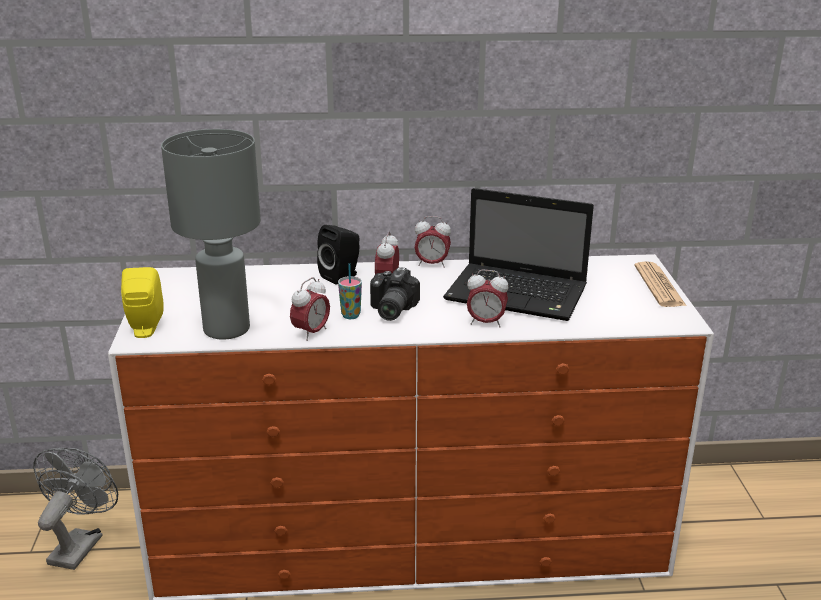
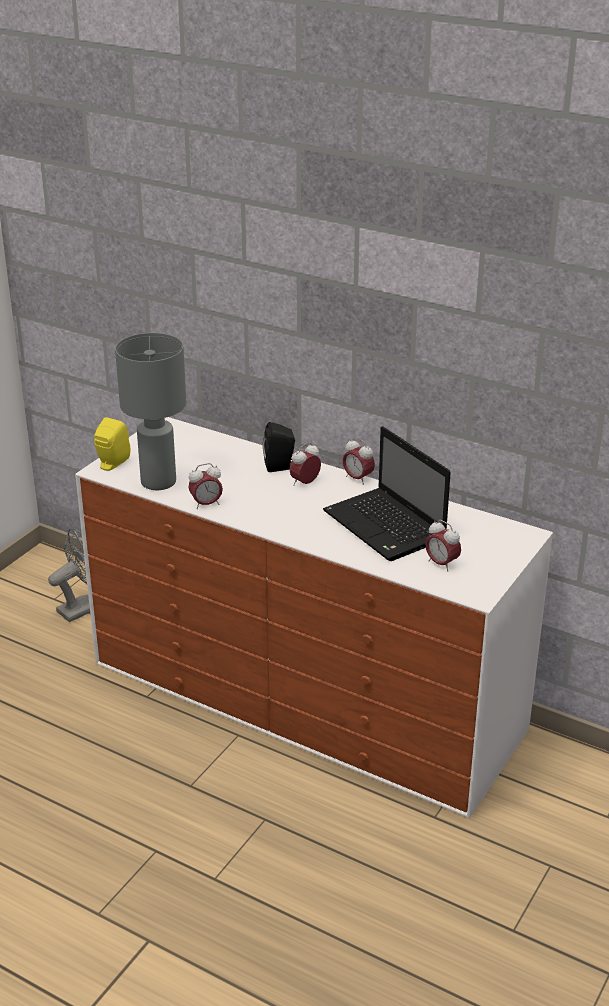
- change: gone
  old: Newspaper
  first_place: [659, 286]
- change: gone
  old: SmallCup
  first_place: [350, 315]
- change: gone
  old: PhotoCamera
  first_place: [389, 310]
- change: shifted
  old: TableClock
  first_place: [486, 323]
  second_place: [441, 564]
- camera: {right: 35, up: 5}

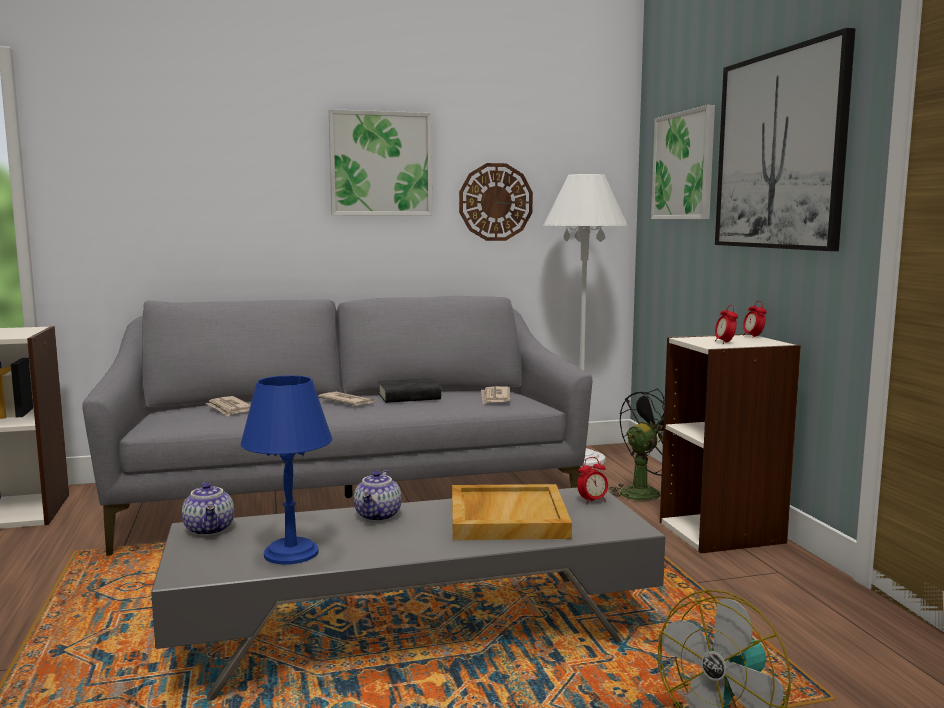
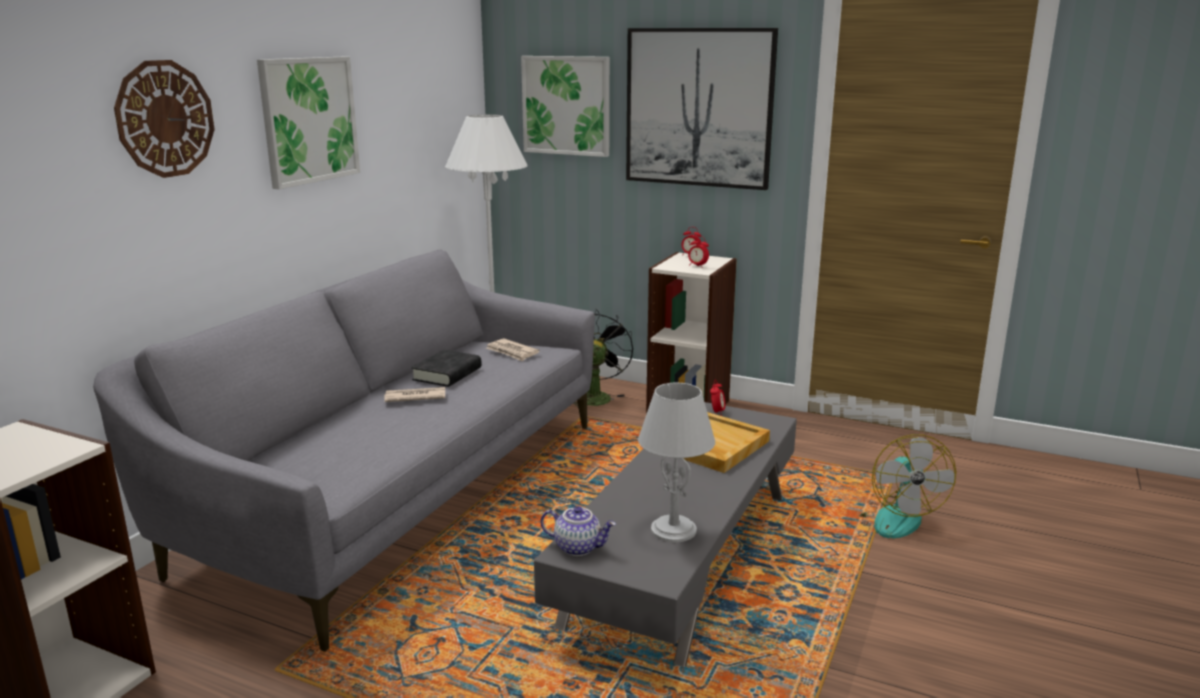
- change: shifted
  old: HangingClock
  first_place: [495, 202]
  second_place: [165, 119]
- change: repainted
  old: BlueTableLamp
  new: GrayTableLamp
  first_place: [290, 553]
  second_place: [673, 530]
- change: gone
  old: Newspaper
  first_place: [229, 409]
- change: gone
  old: TeaPot
  first_place: [379, 516]
- camera: {right: -50, up: 10}

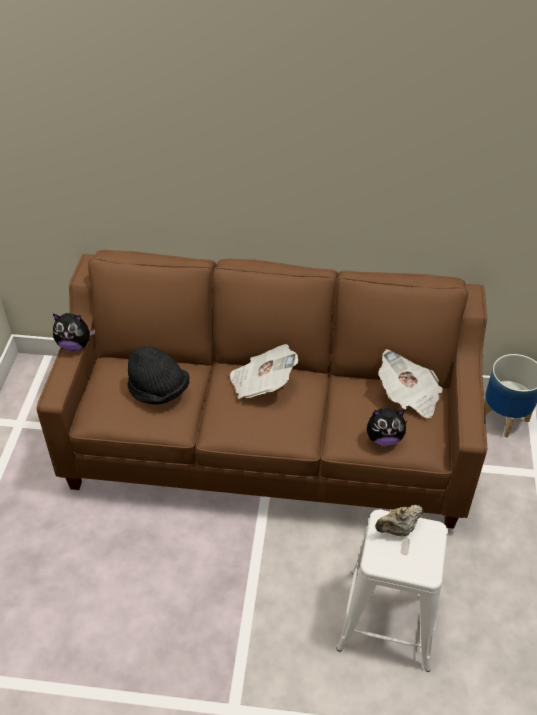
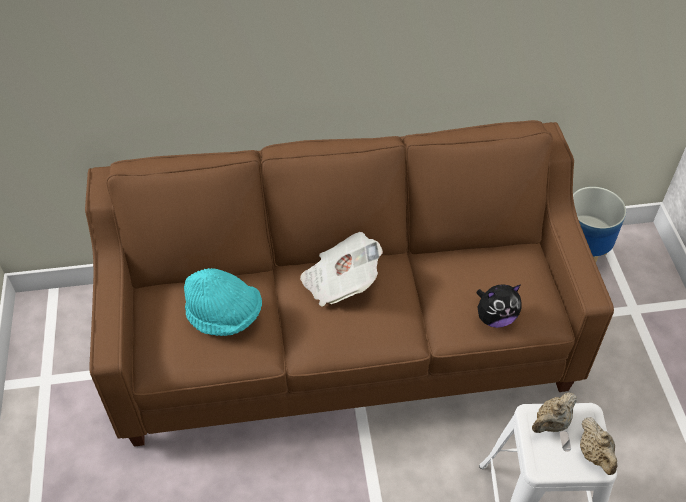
- change: gone
  old: CuddlyToy
  first_place: [75, 345]
- change: repainted
  old: BlackWearableHat
  new: TurquoiseColouredWearableHat
  first_place: [158, 391]
  second_place: [225, 316]
- change: gone
  old: Newspaper
  first_place: [409, 394]
- change: new
  new: BeigeColouredTeaPot
  second_place: [595, 455]
- camera: {right: -15, up: 5}

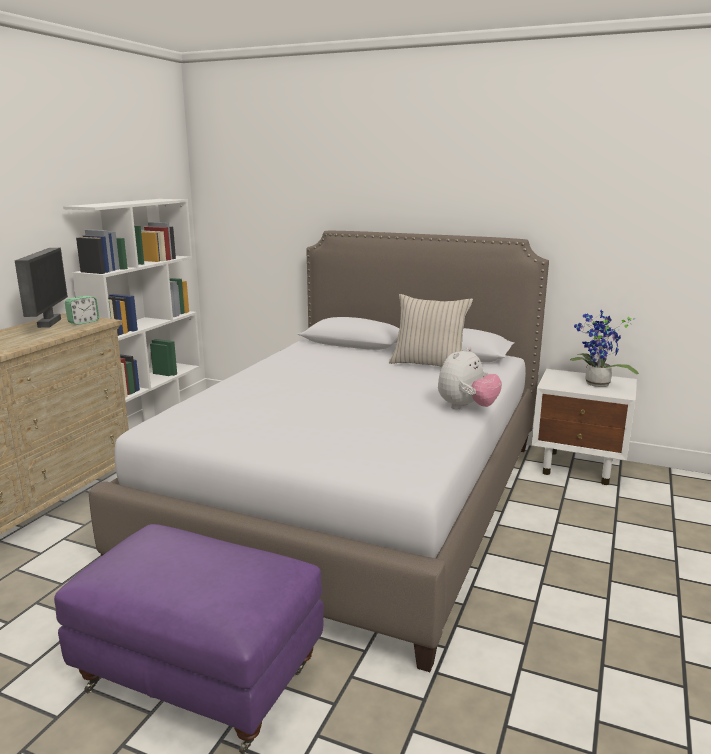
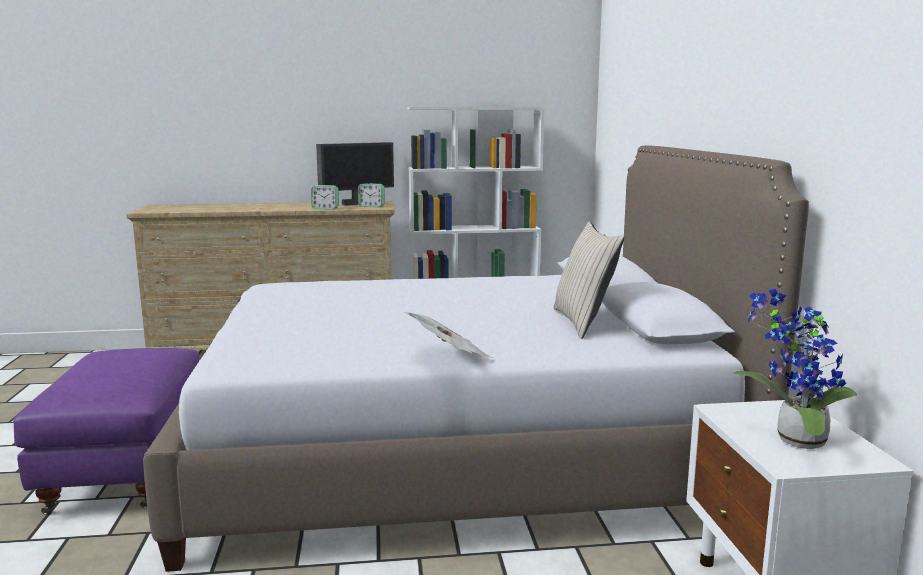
- change: swapped
  old: CuddlyToy
  new: Newspaper
  first_place: [466, 408]
  second_place: [449, 357]
- change: new
  new: TableClock
  second_place: [325, 208]
- camera: {right: 60, up: -5}

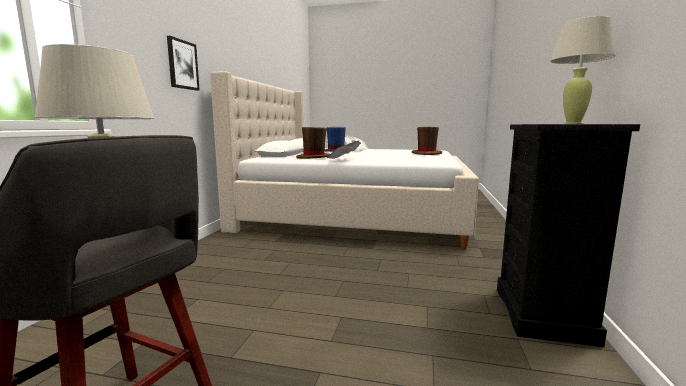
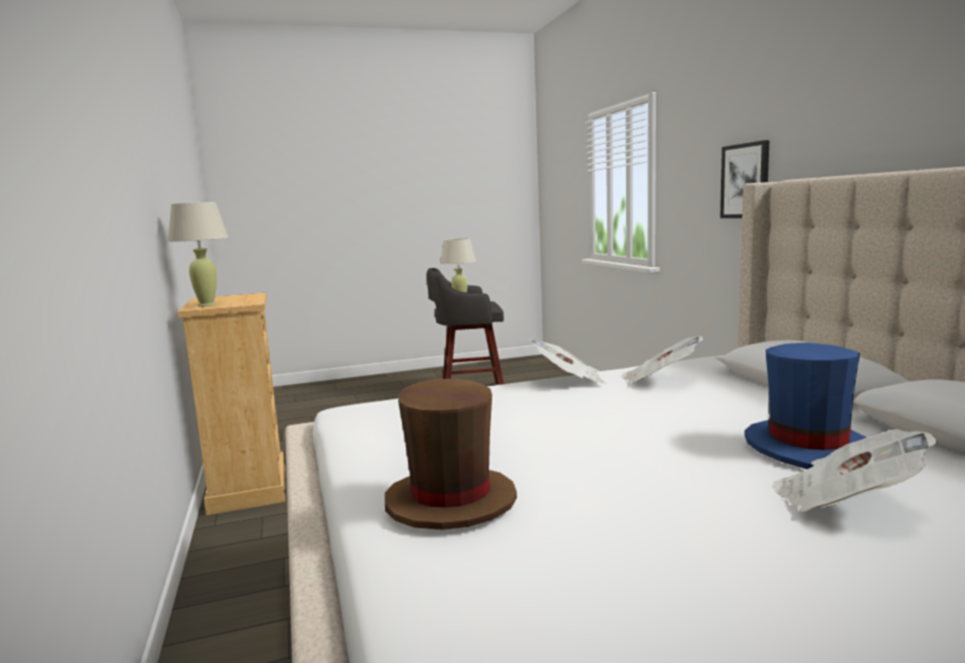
- change: repainted
  old: BlackDresser
  new: BeigeColouredDresser
  first_place: [543, 314]
  second_place: [248, 488]
- change: swapped
  old: BrownColouredWearableHat
  new: Newspaper
  first_place: [314, 157]
  second_place: [659, 380]
- camera: {right: 150, up: 0}

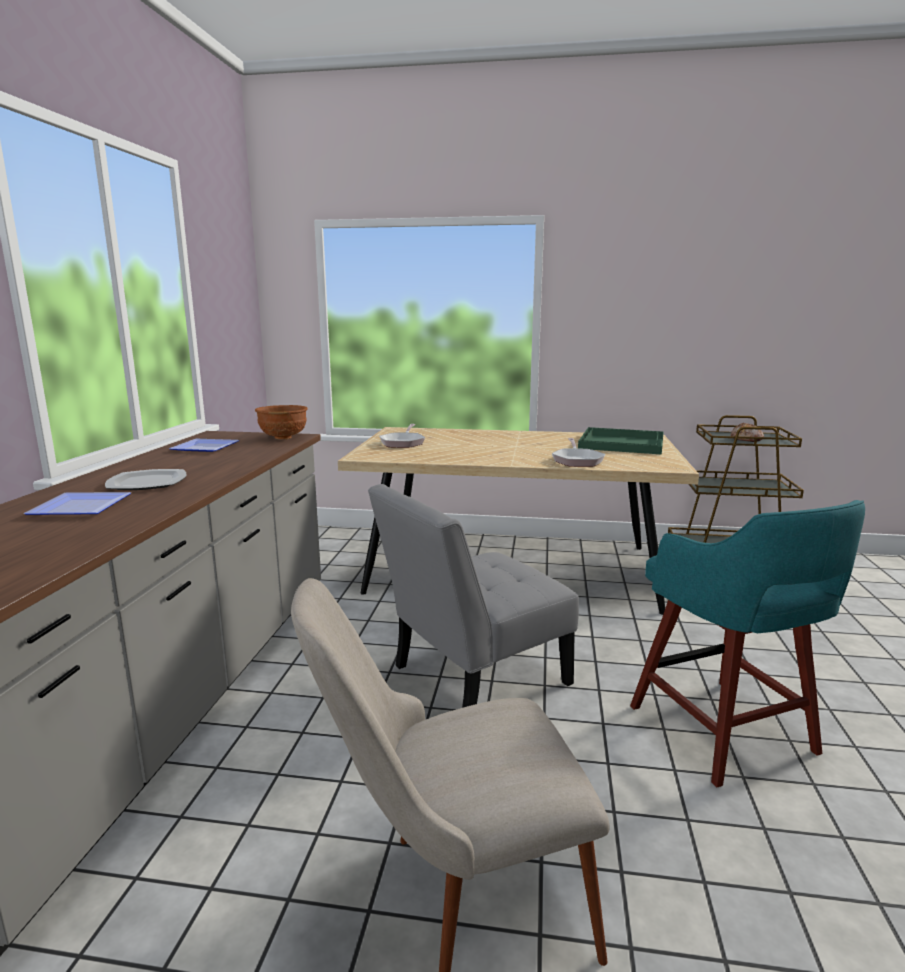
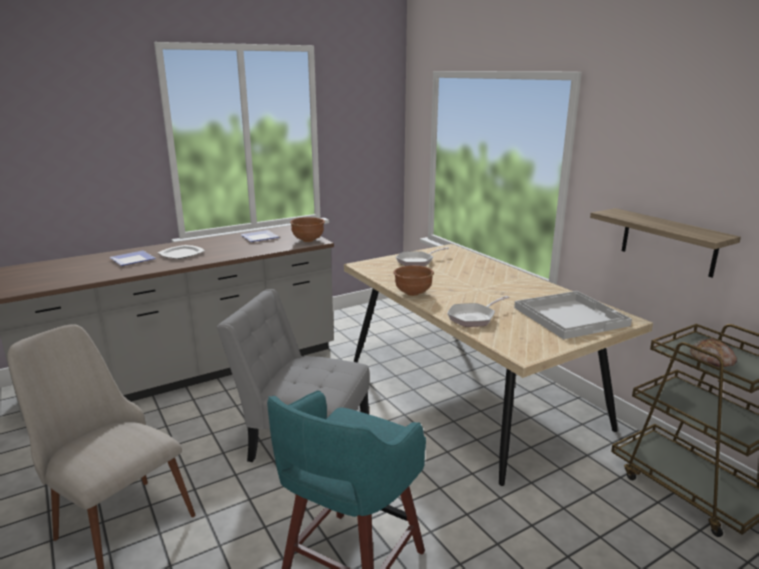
- change: repainted
  old: GreenServingTray
  new: WhitishServingTray
  first_place: [621, 443]
  second_place: [570, 316]
- change: new
  new: WallShelf
  second_place: [668, 242]
- change: new
  new: BrownColouredDeepDish
  second_place: [412, 293]
- camera: {right: 50, up: 5}

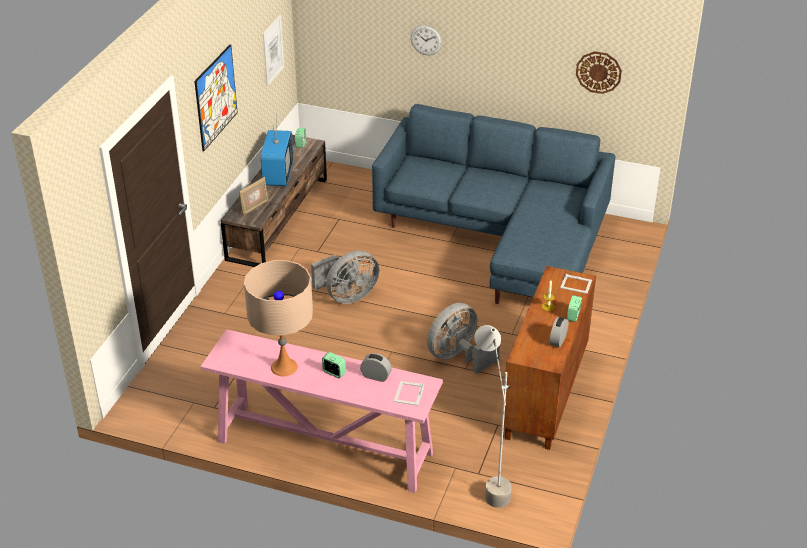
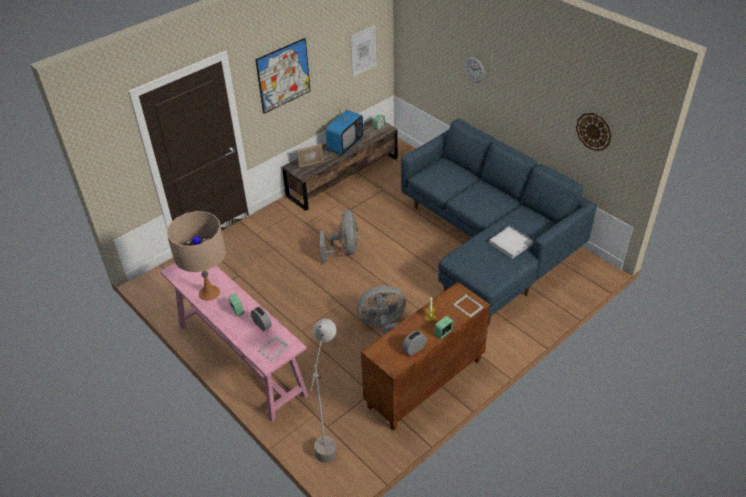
- change: rotated
  old: GrayFan
  first_place: [347, 296]
  second_place: [344, 250]
  degrees: -90
- change: new
  new: WhitishServingTray
  second_place: [510, 243]
- camera: {right: 30, up: 5}

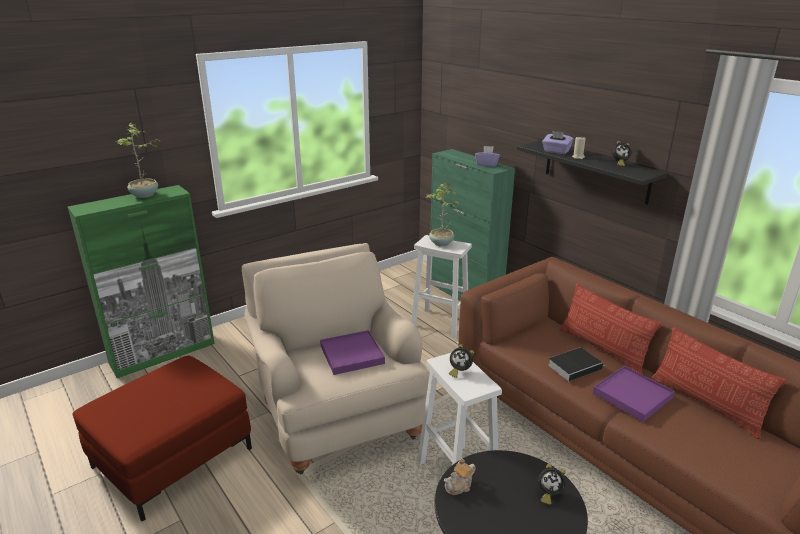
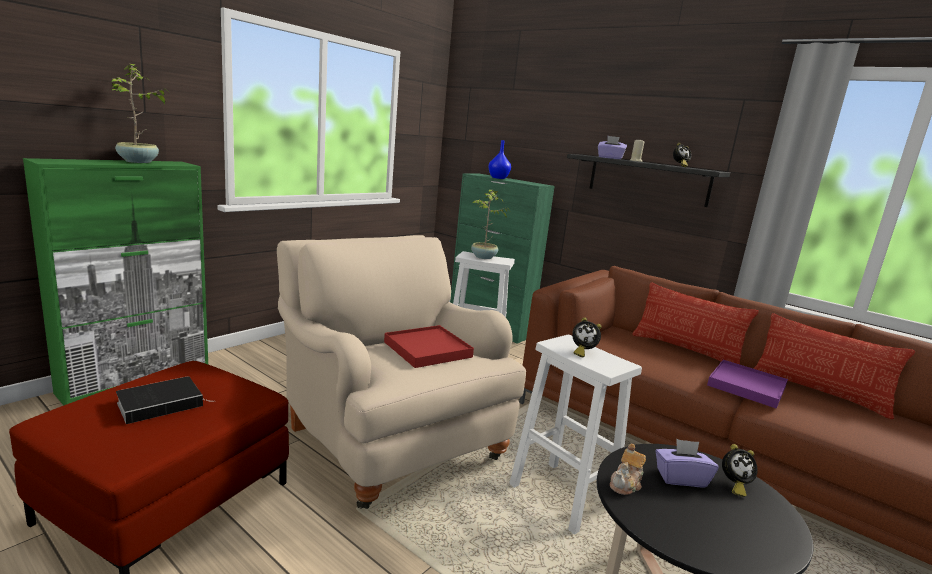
- change: shifted
  old: PurpleColouredTissueHolder
  first_place: [487, 164]
  second_place: [680, 478]
- change: repainted
  old: PurpleColouredServingTray
  new: RedColouredServingTray
  first_place: [352, 355]
  second_place: [427, 349]
- change: shifted
  old: Volume
  first_place: [575, 366]
  second_place: [162, 403]
- change: new
  new: BlueVase
  second_place: [498, 178]
- camera: {right: -15, up: -10}

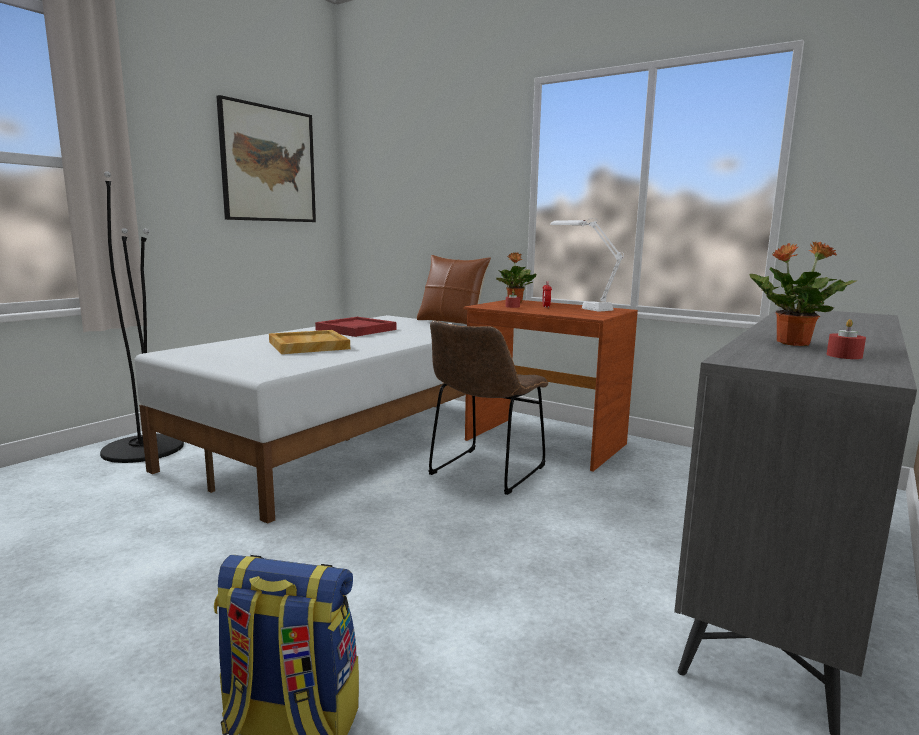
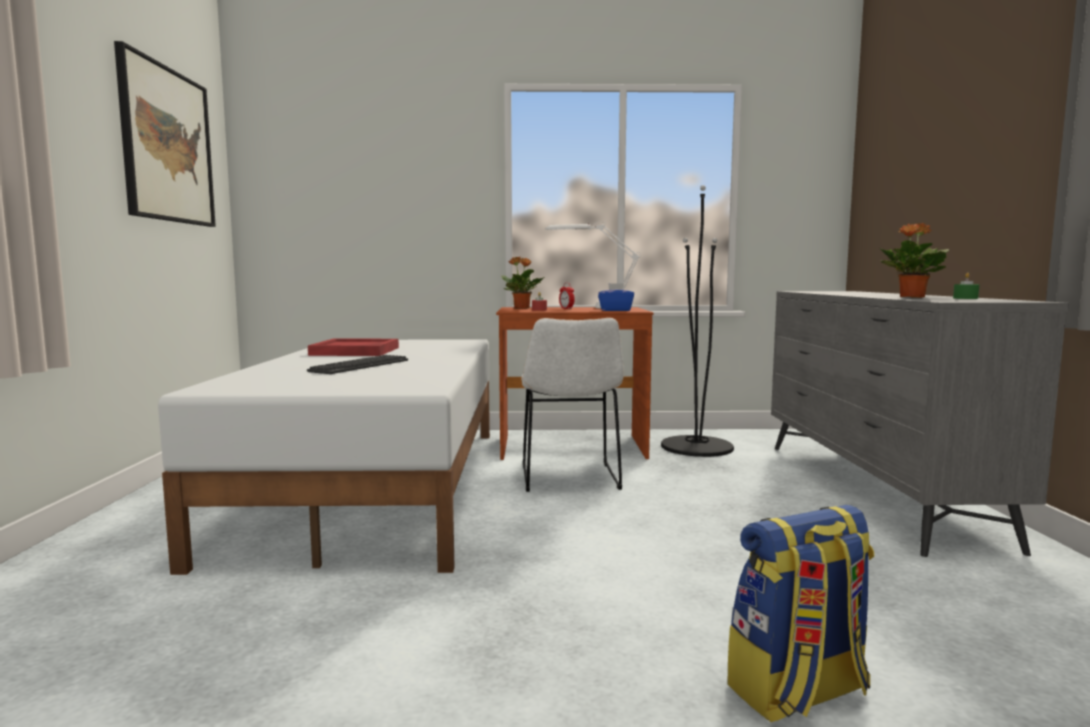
- change: shifted
  old: BlackStandardLamp
  first_place: [143, 449]
  second_place: [696, 446]
- change: gone
  old: BrownColouredCushion
  first_place: [451, 322]
- change: repainted
  old: RedColouredCandle
  new: GreenCandle
  first_place: [844, 356]
  second_place: [965, 298]
- change: repainted
  old: BrownColouredPlainChair
  new: WhitishPlainChair
  first_place: [484, 472]
  second_place: [570, 479]
- change: swapped
  old: BeigeColouredServingTray
  new: PcKeyboard
  first_place: [308, 345]
  second_place: [360, 366]
- change: new
  new: BlueTissueHolder
  second_place: [615, 310]
- camera: {right: -35, up: -5}

